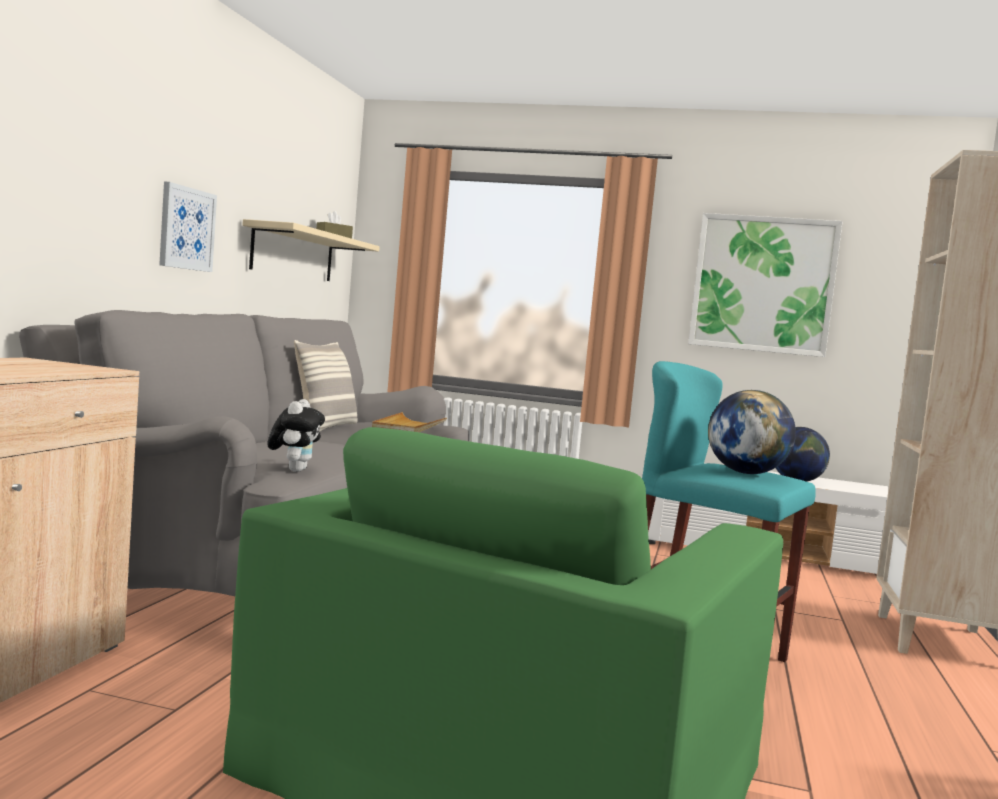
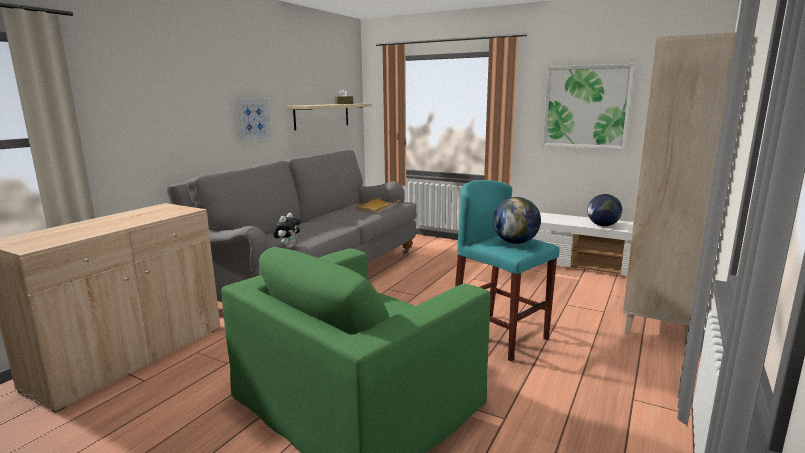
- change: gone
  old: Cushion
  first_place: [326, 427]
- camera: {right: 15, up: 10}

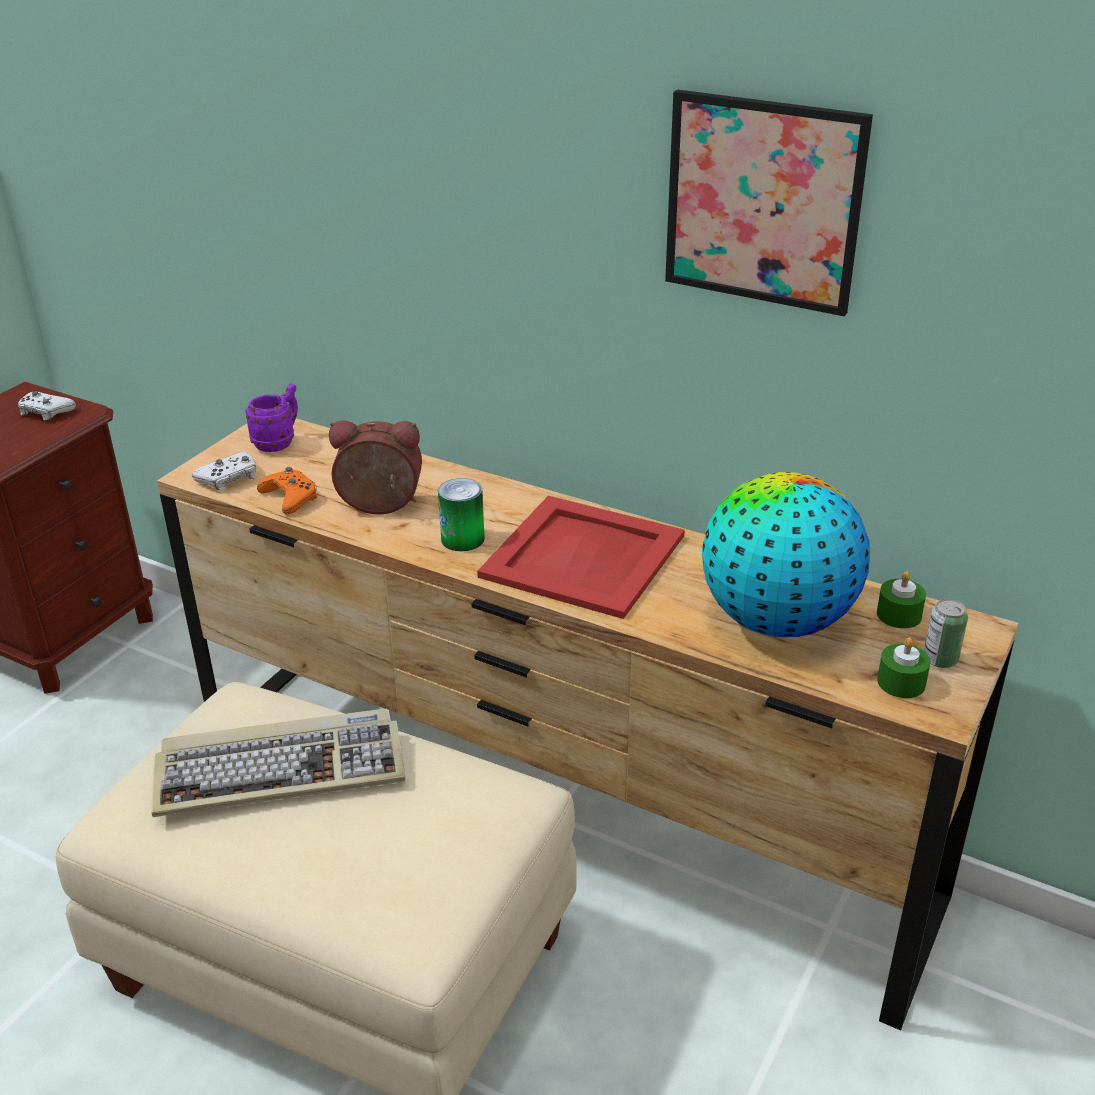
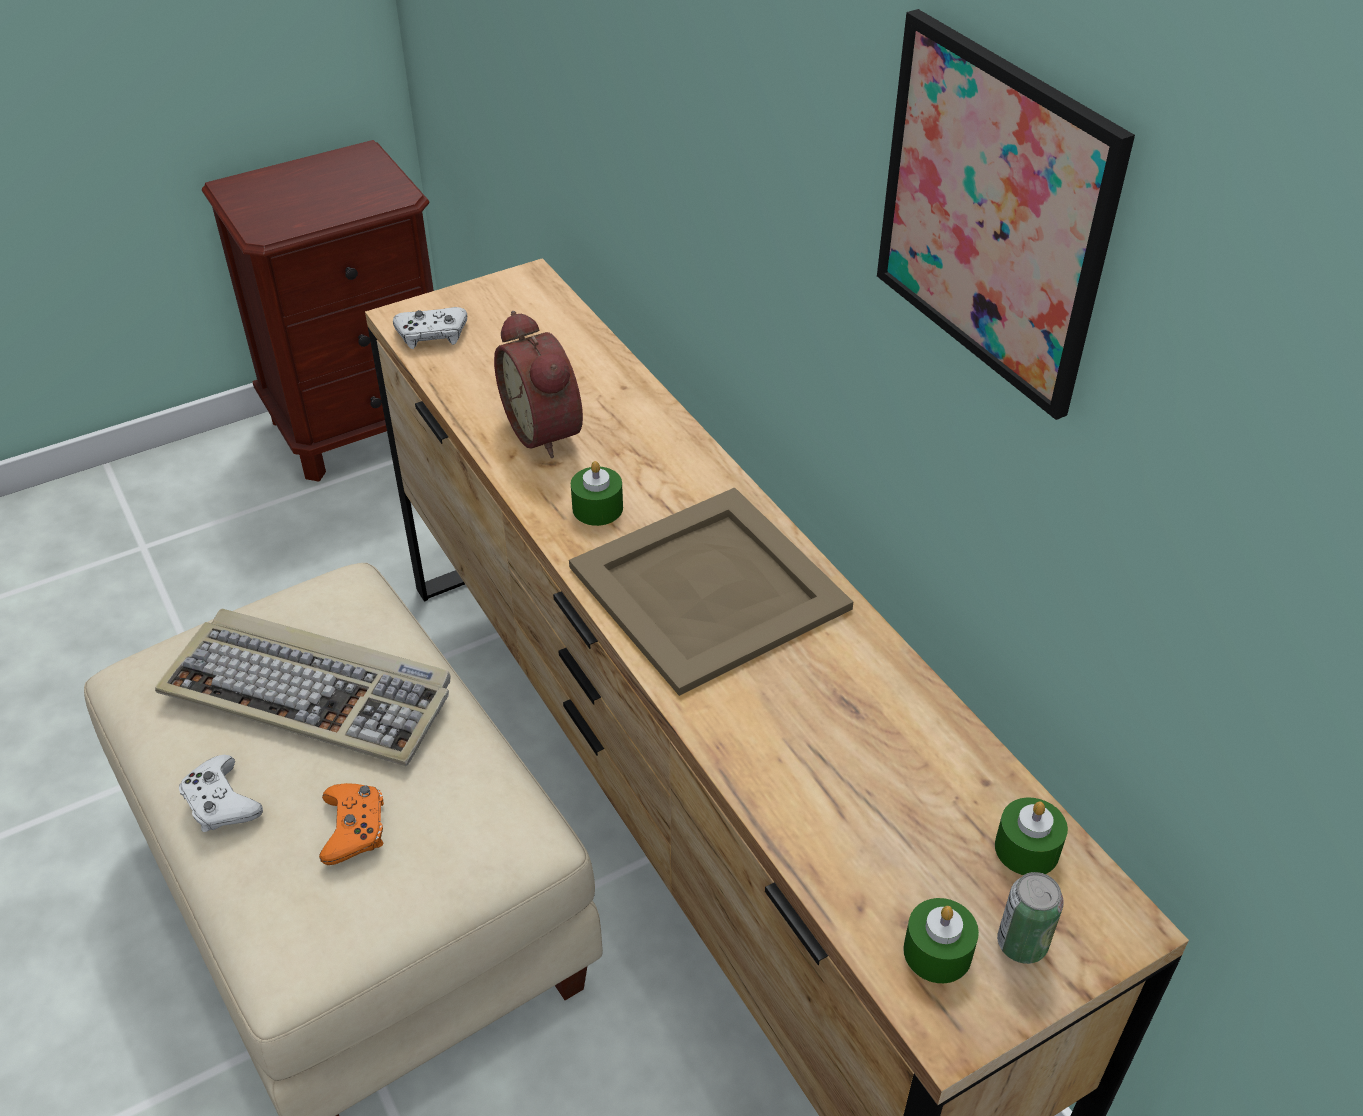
- change: gone
  old: PurpleColouredTeaMug
  first_place: [279, 442]
- change: shifted
  old: WhitishGamepad
  first_place: [45, 411]
  second_place: [221, 802]
- change: rotated
  old: TableClock
  first_place: [380, 507]
  second_place: [548, 430]
  degrees: -150
- change: shifted
  old: OrangeColouredGamepad
  first_place: [290, 497]
  second_place: [354, 828]
- change: gone
  old: Globe
  first_place: [776, 620]
- change: swapped
  old: MetalCan
  new: GreenCandle
  first_place: [462, 539]
  second_place: [597, 508]
- change: repainted
  old: RedColouredServingTray
  new: BeigeColouredServingTray
  first_place: [585, 556]
  second_place: [711, 588]
- camera: {right: 30, up: 10}

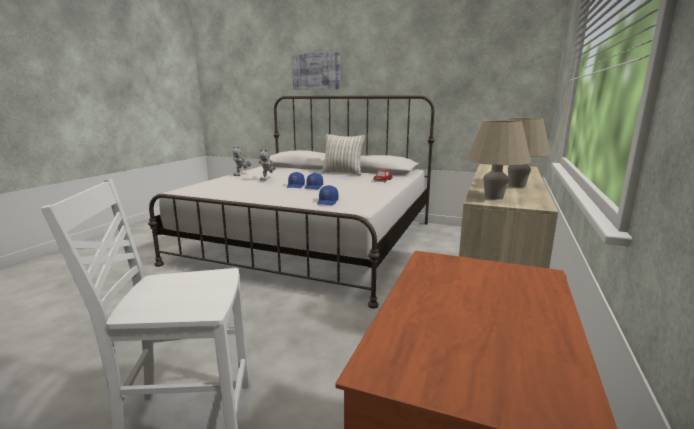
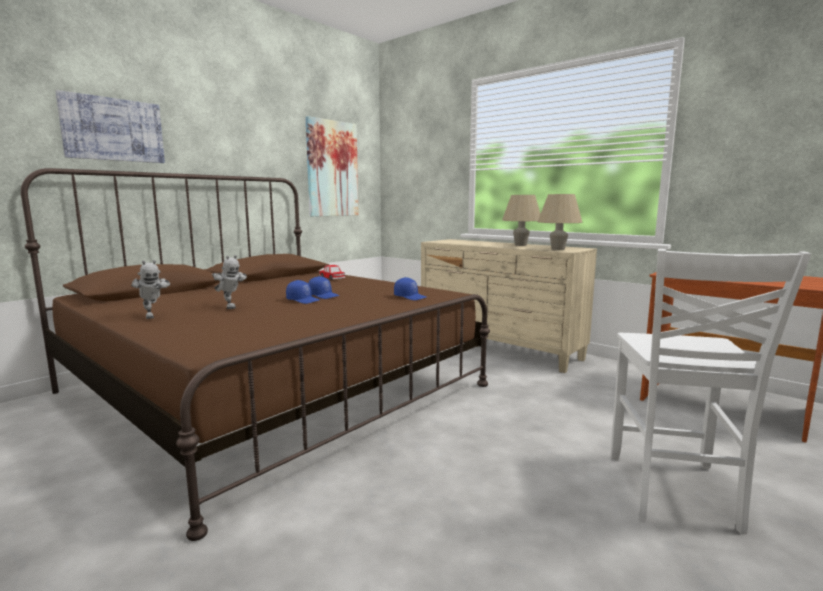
- change: repainted
  old: WhitishBed
  new: BrownColouredBed
  first_place: [311, 241]
  second_place: [272, 389]
- change: gone
  old: Cushion
  first_place: [342, 173]
- change: new
  new: WallArt
  second_place: [332, 169]
- camera: {right: -70, up: -5}

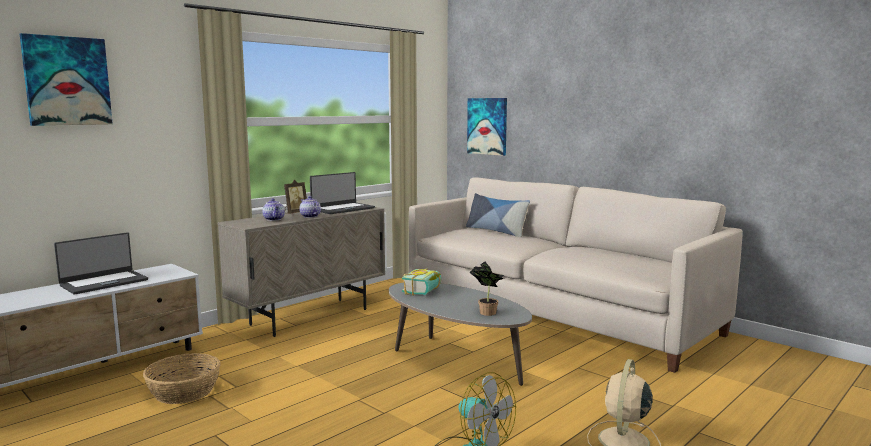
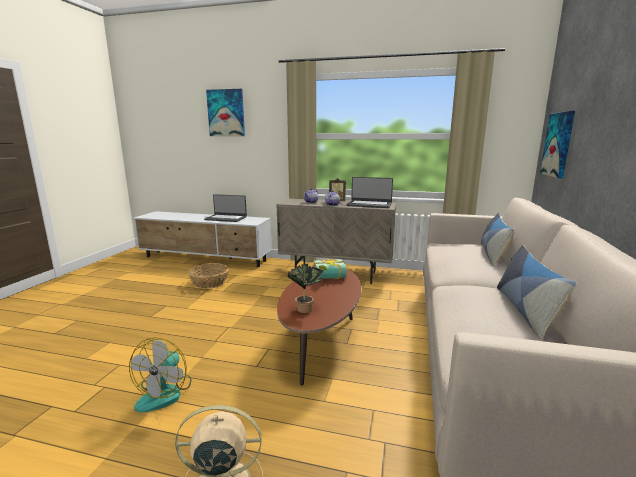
- change: repainted
  old: GrayLoungeTable
  new: BrownColouredLoungeTable
  first_place: [455, 360]
  second_place: [321, 340]
- change: new
  new: Cushion
  second_place: [525, 310]
- camera: {right: 60, up: 5}

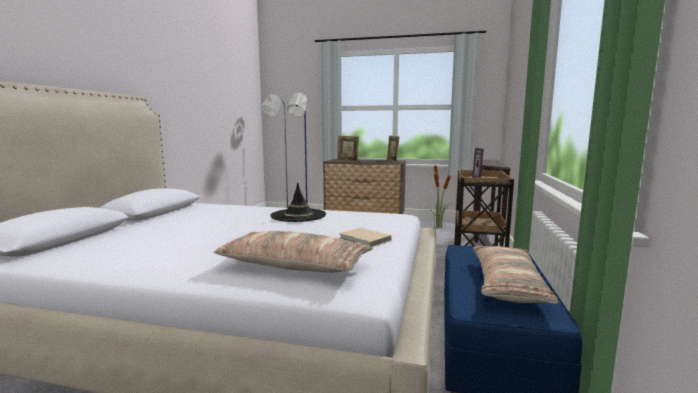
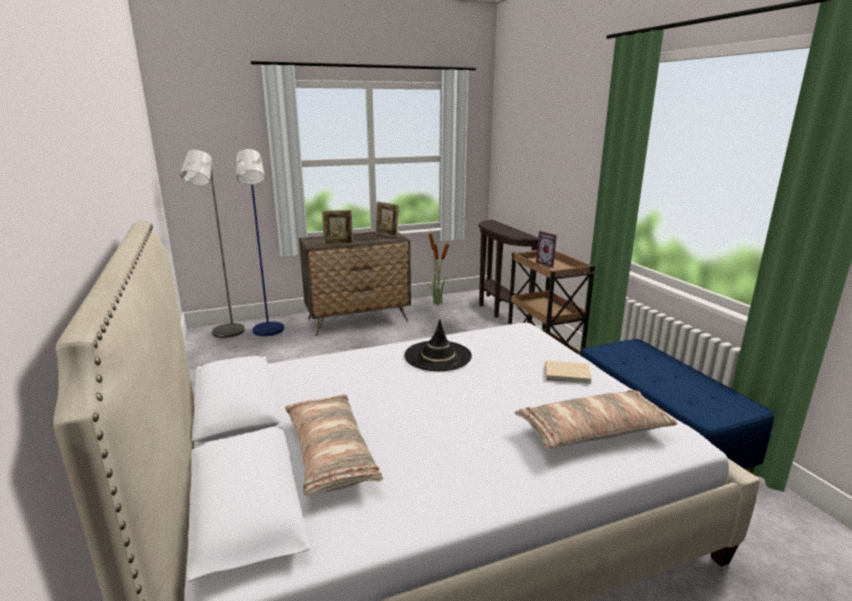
- change: shifted
  old: Cushion
  first_place: [506, 284]
  second_place: [329, 453]
- camera: {right: -35, up: 10}

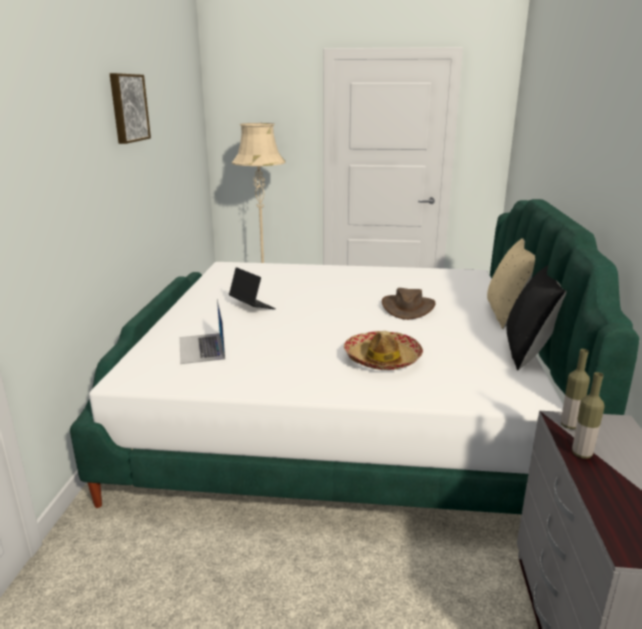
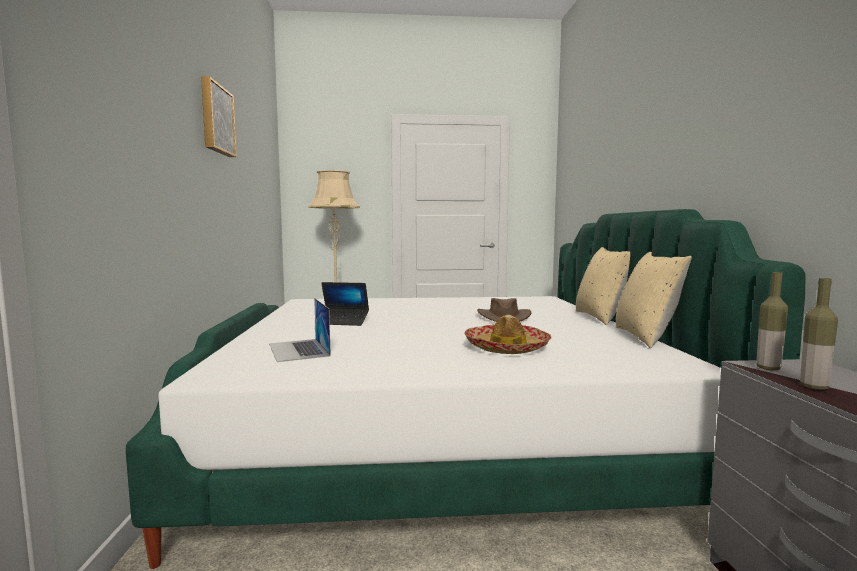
- change: repainted
  old: BlackCushion
  new: BeigeColouredCushion
  first_place: [528, 352]
  second_place: [647, 337]
- change: rotated
  old: Laptop
  first_place: [252, 306]
  second_place: [343, 322]
  degrees: 150
- camera: {right: -10, up: -15}

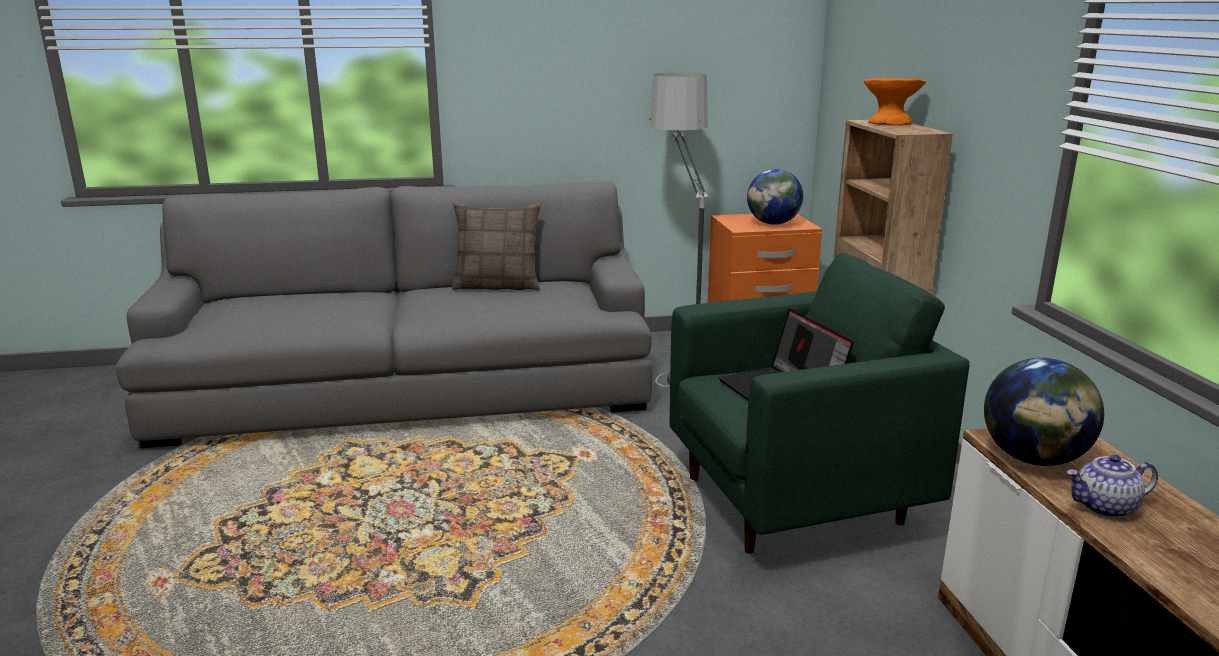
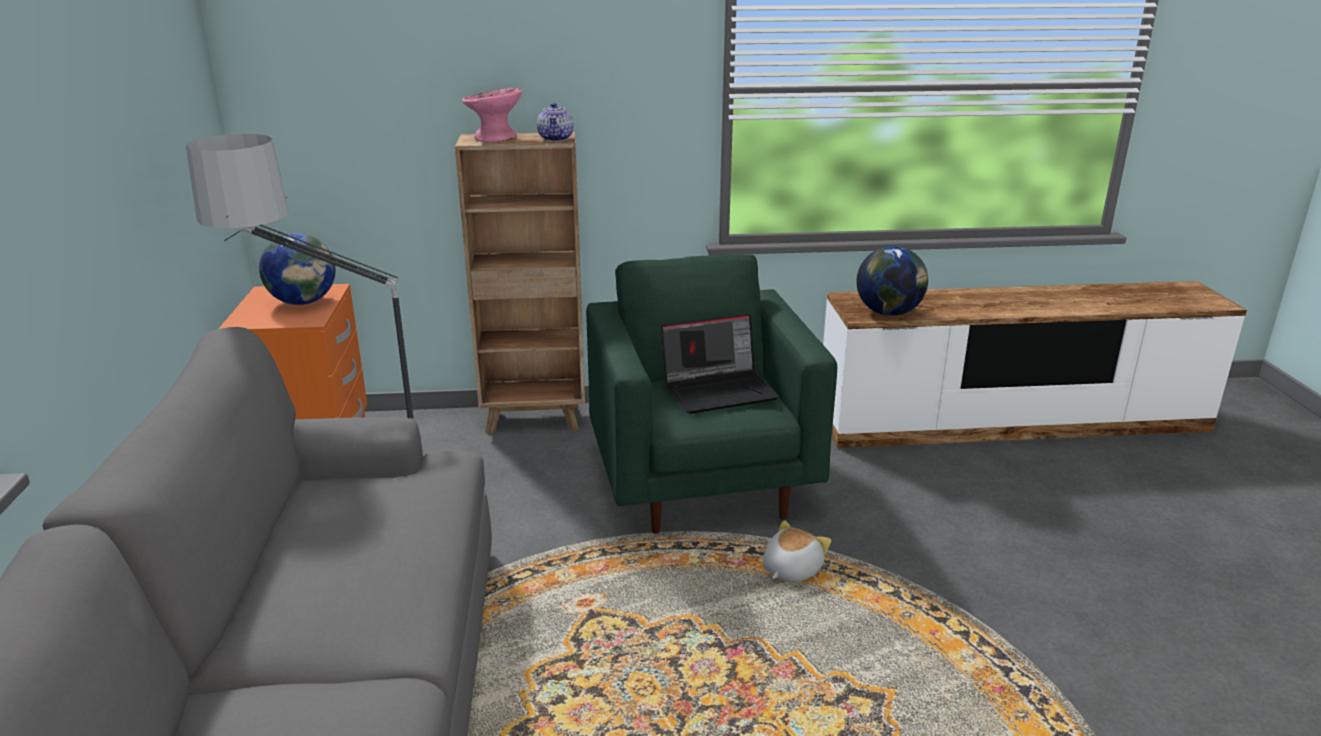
- change: repainted
  old: OrangeColouredDeepDish
  new: PinkDeepDish
  first_place: [889, 123]
  second_place: [496, 138]
- change: gone
  old: Cushion
  first_place: [498, 286]
- change: shifted
  old: TeaPot
  first_place: [1105, 508]
  second_place: [556, 139]
- change: new
  new: CuddlyToy
  second_place: [790, 570]
- camera: {right: -85, up: 5}

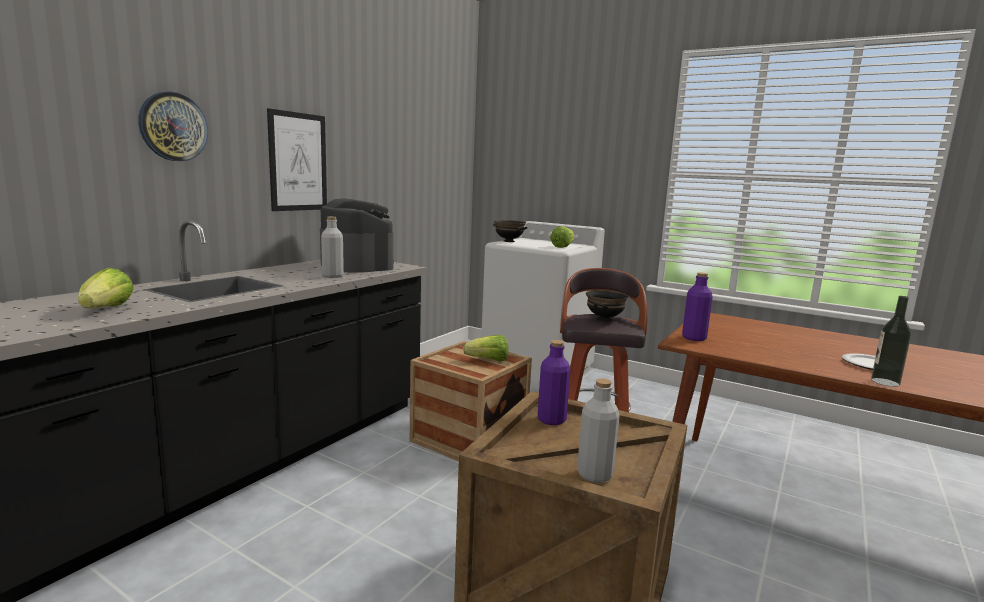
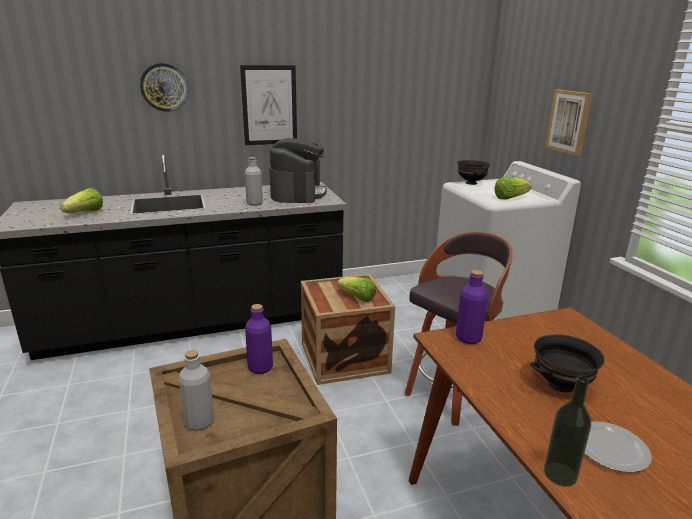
- change: shifted
  old: BlackDeepDish
  first_place: [604, 319]
  second_place: [560, 384]
- change: new
  new: WallArt
  second_place: [569, 121]
- camera: {right: 40, up: 10}

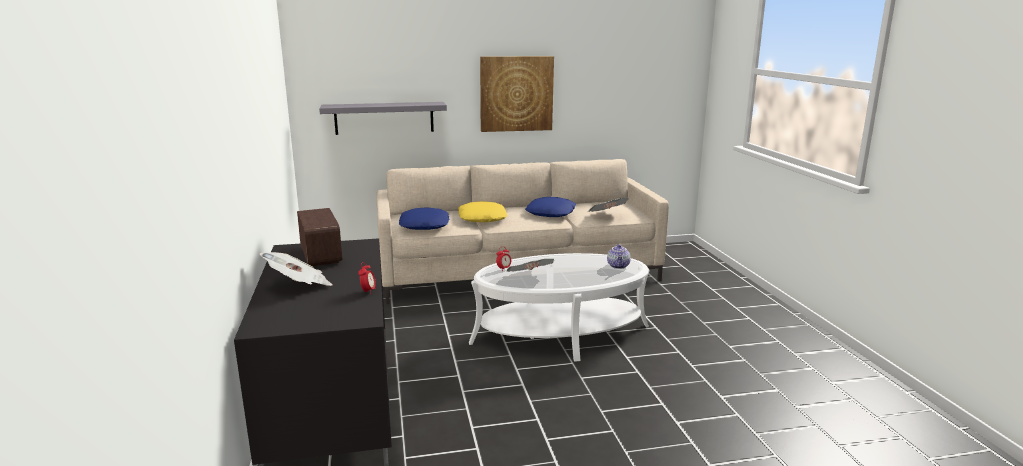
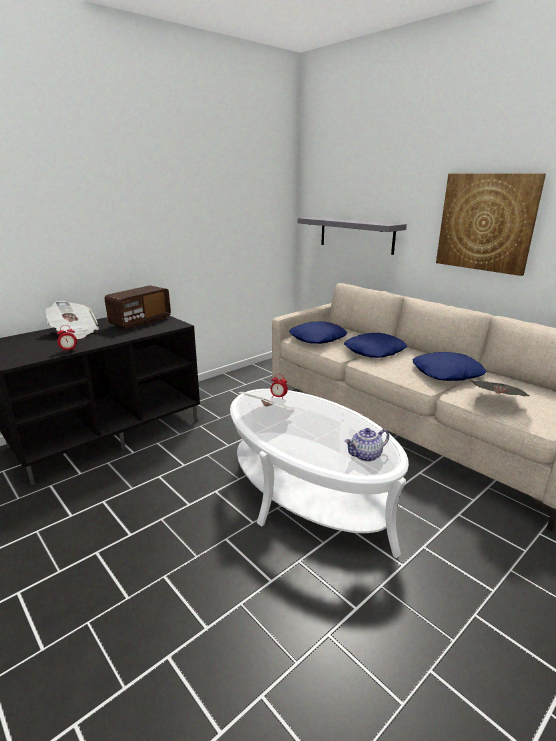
- change: repainted
  old: YellowishCushion
  new: BlueCushion
  first_place: [482, 218]
  second_place: [375, 351]
- camera: {right: 60, up: 5}

